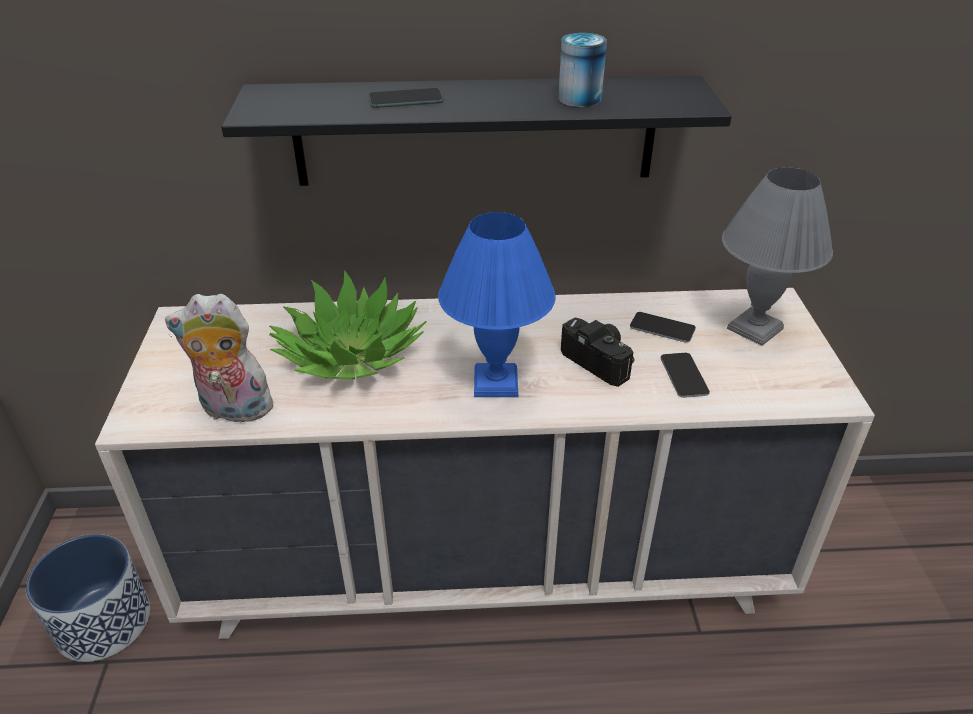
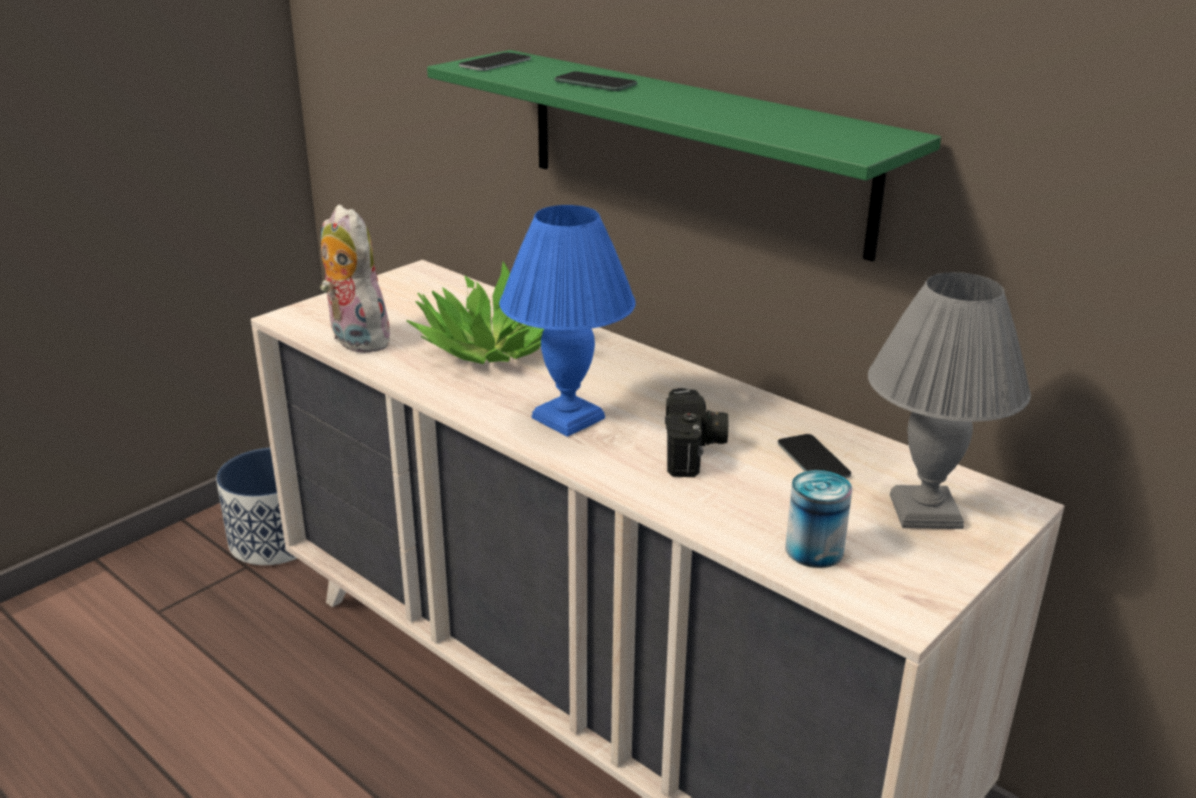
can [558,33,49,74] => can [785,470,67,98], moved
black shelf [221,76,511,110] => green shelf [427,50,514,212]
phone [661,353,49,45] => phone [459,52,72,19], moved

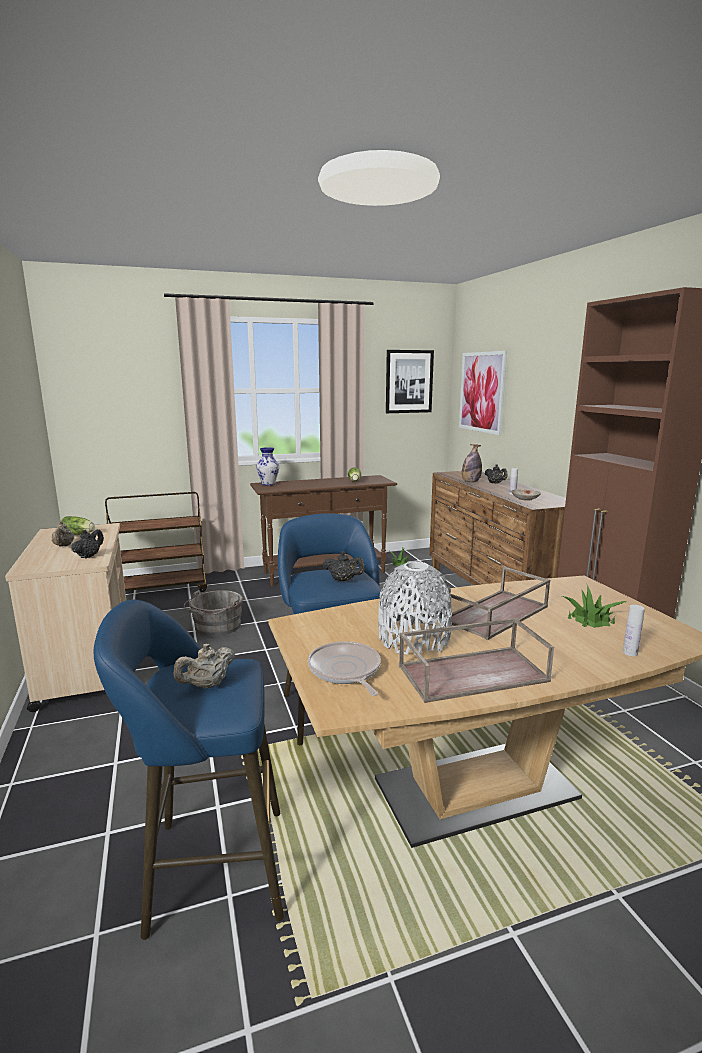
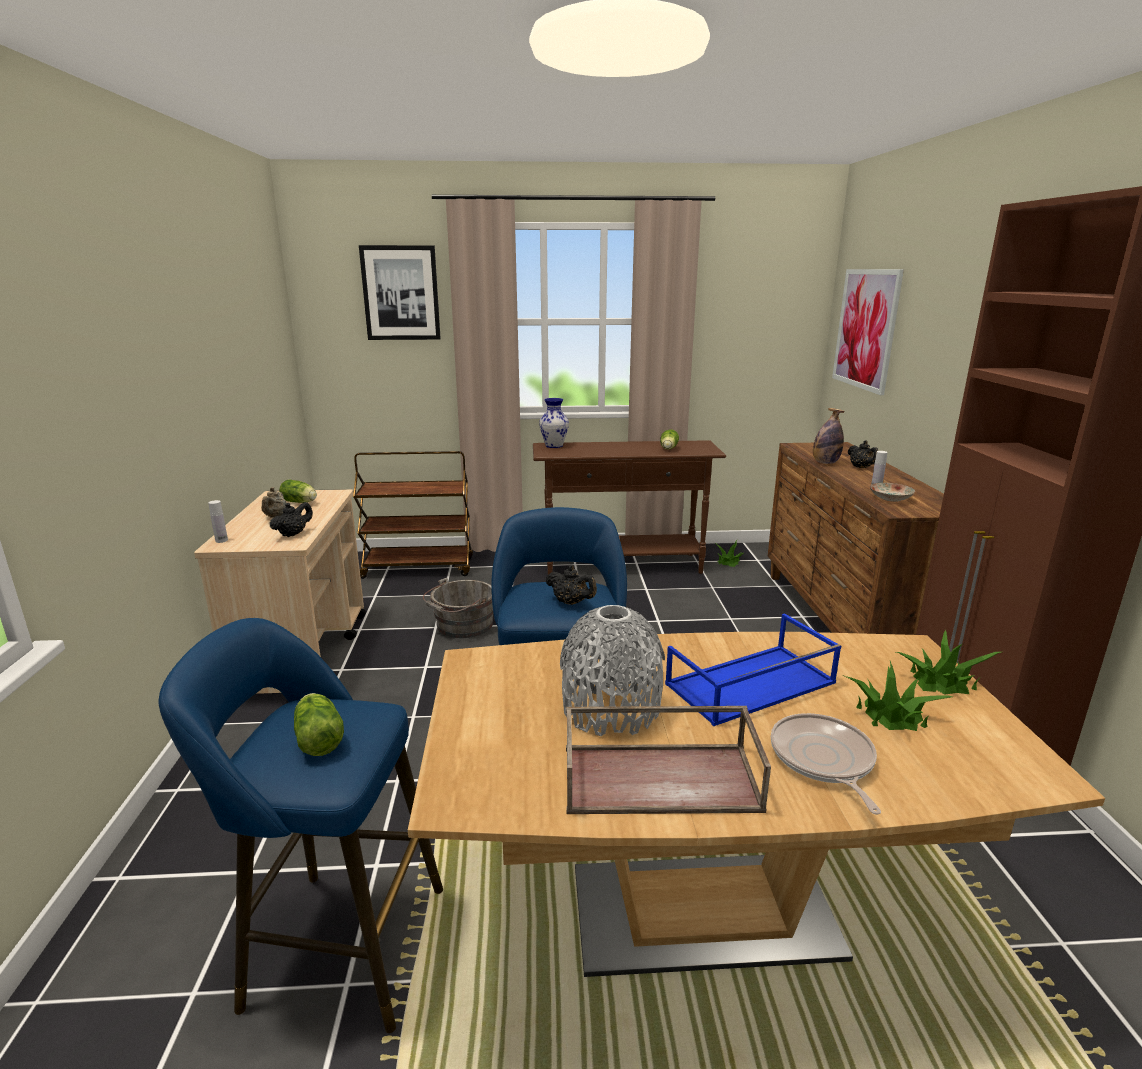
picture [386,350,48,63] => picture [359,245,82,95], moved
brown tray [450,566,100,74] => blue tray [665,613,176,113]
white bottle [623,605,22,51] => white bottle [208,500,20,43], moved
frying pan [308,641,73,55] => frying pan [771,713,110,102], moved
beige teapot [174,644,61,45] => lettuce [294,693,50,63]
nothing => potted plant [896,629,105,65]

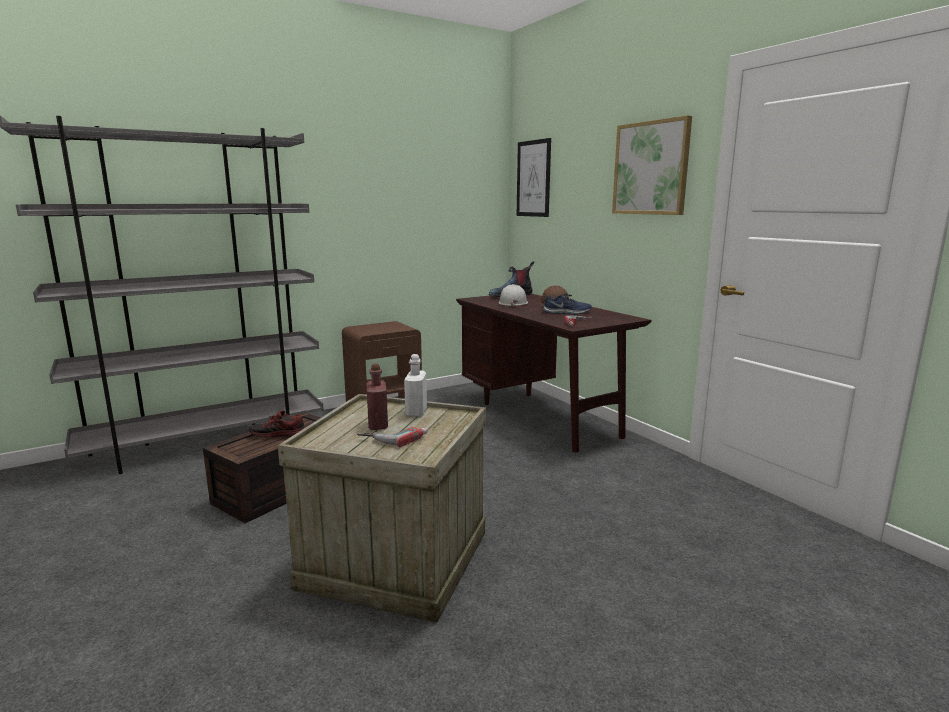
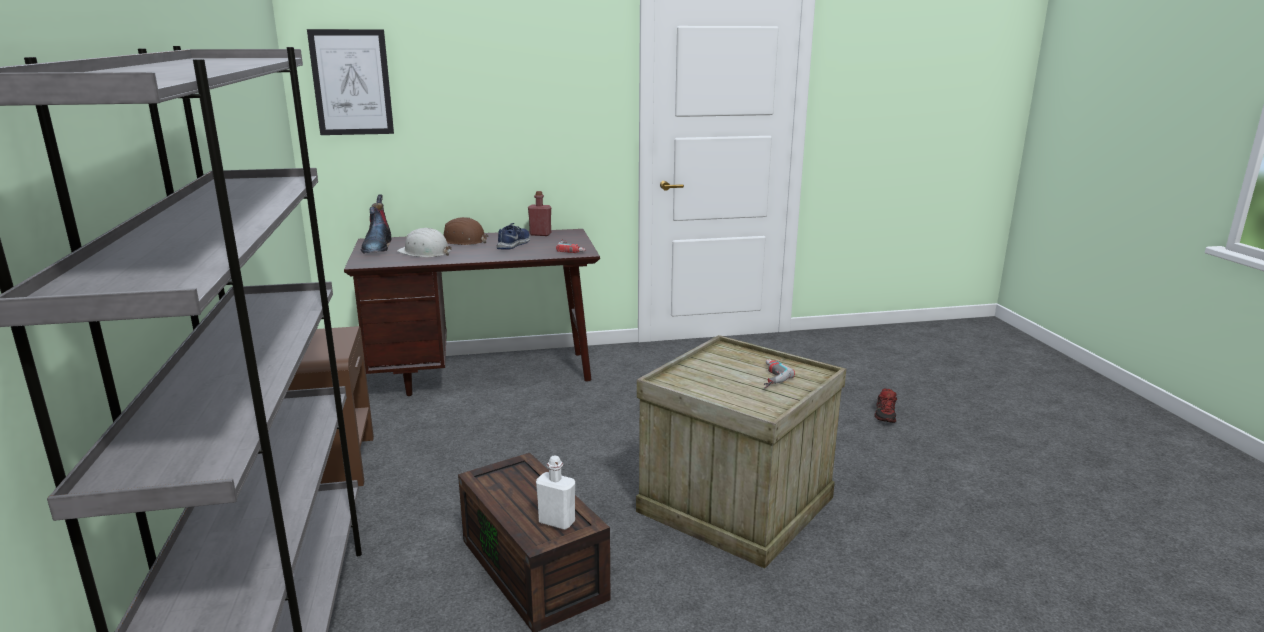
picture [612,115,80,100] => nothing
white bottle [404,354,23,63] => white bottle [536,456,39,74], moved
red bottle [367,363,21,67] => red bottle [528,191,23,45], moved
shoe [249,410,57,28] => shoe [874,388,23,35], moved

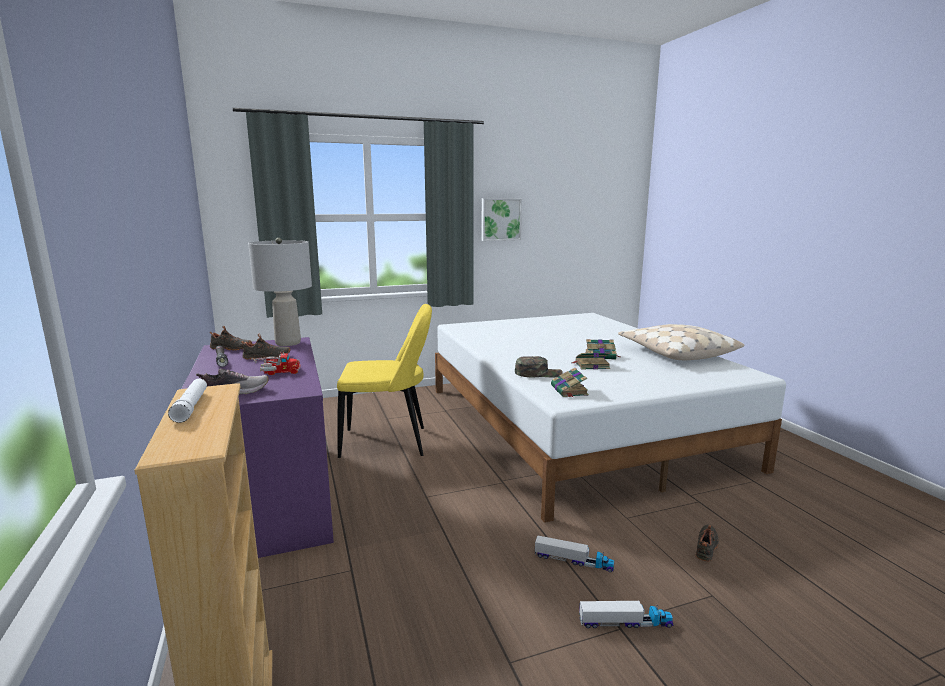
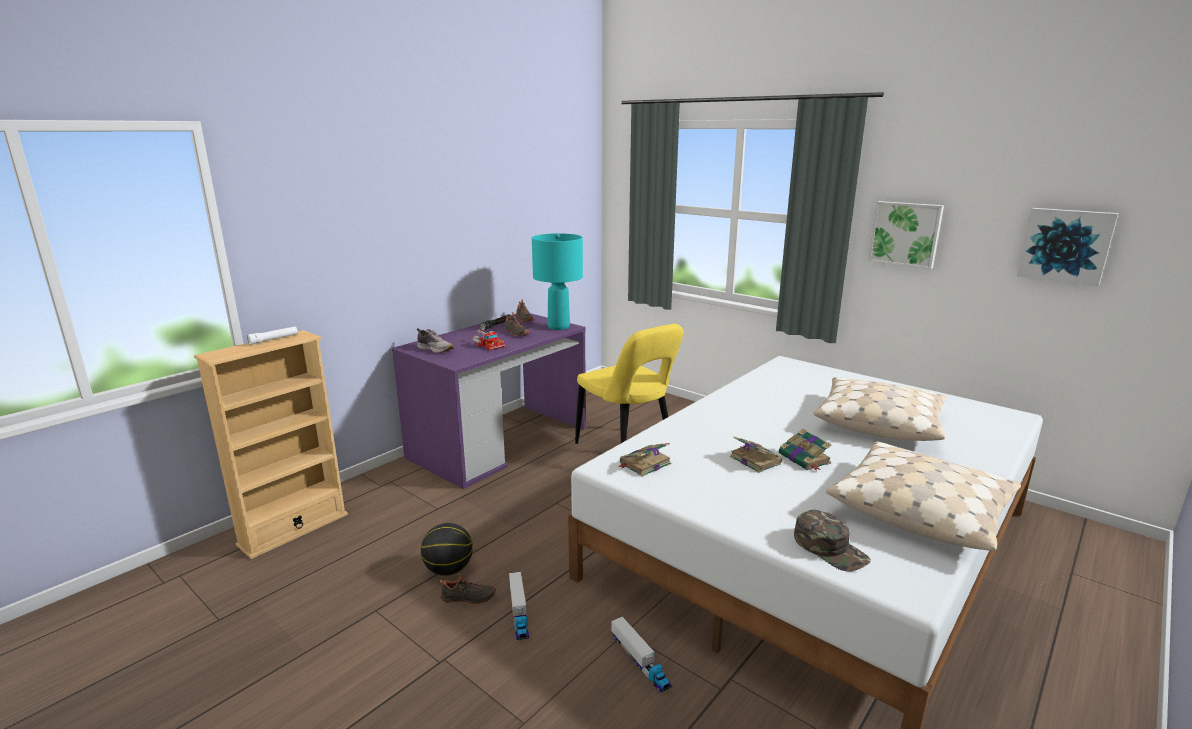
grey table lamp [248,238,64,108] => turquoise table lamp [532,233,51,97]
green cap [515,356,48,21] => green cap [794,510,77,61], moved
black shoe [696,525,23,36] => black shoe [440,573,56,32], moved
toy truck [579,601,94,27] => toy truck [611,617,61,76], moved
nothing => picture [1017,208,101,78]
nothing => beige pillow [813,377,133,64]
nothing => basketball [421,523,52,53]

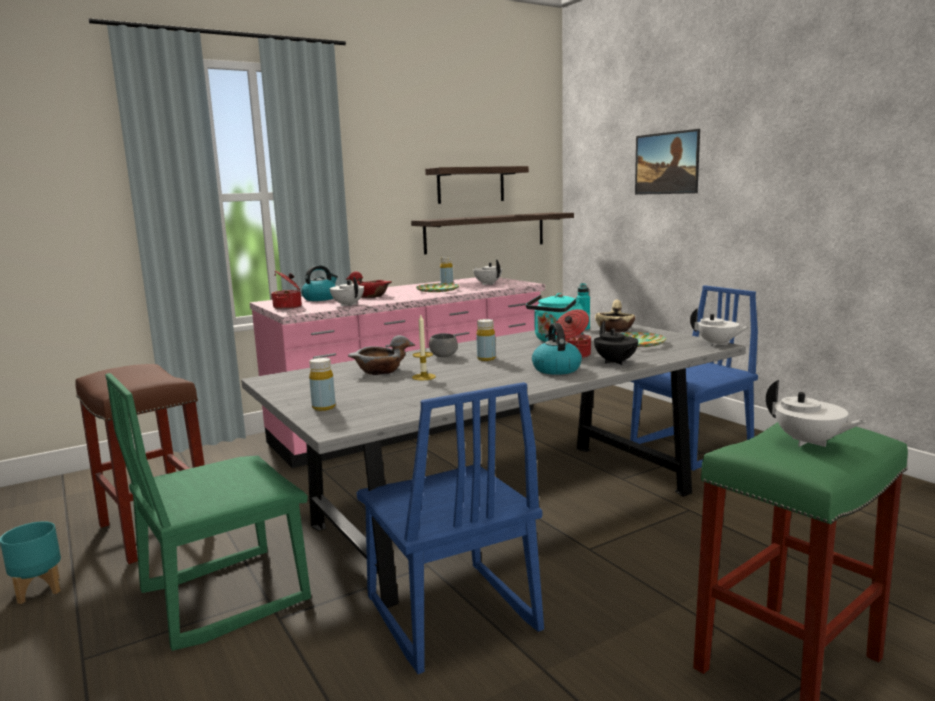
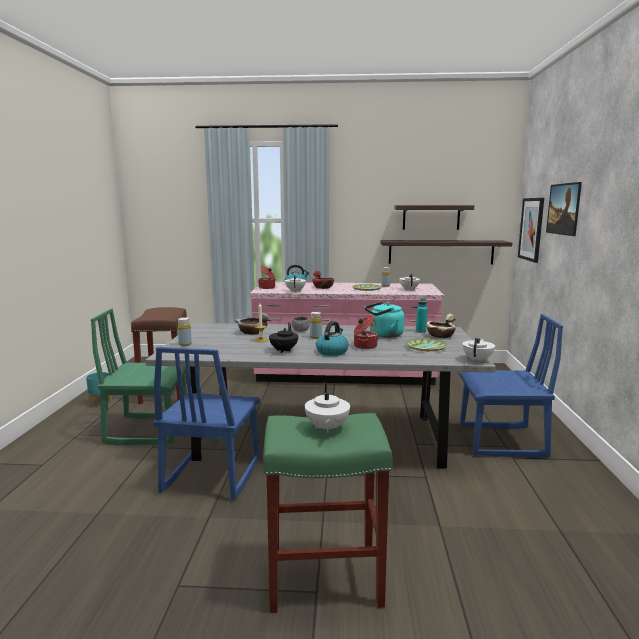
white teapot [690,308,61,38] => white teapot [462,338,33,24], 135 degrees counterclockwise
black teapot [594,321,44,44] => black teapot [269,322,29,31], moved
nothing => picture [518,198,26,65]

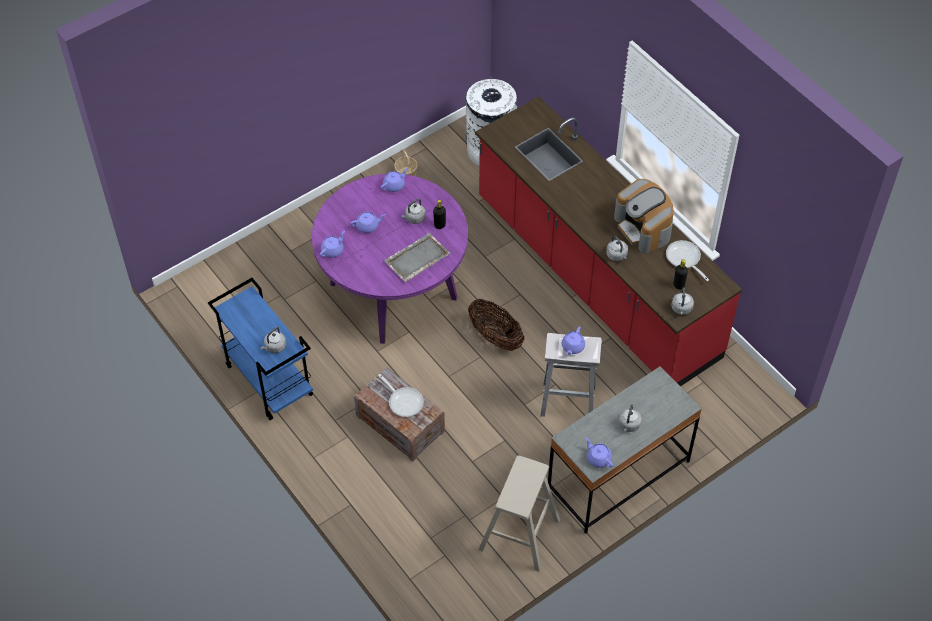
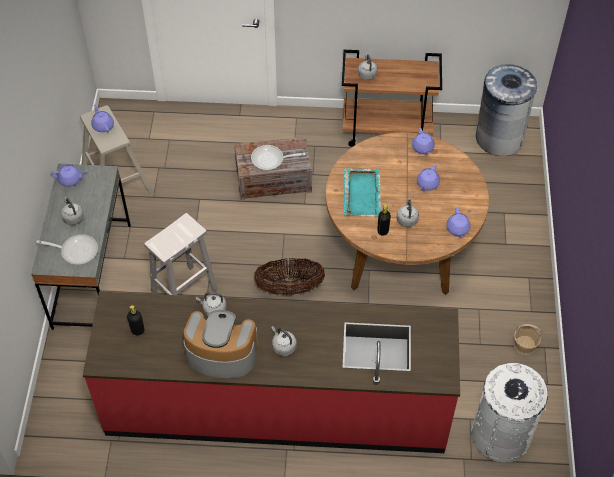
purple dining table [312,174,156,170] => brown dining table [326,132,163,163]
grey tray [384,233,67,49] => turquoise tray [344,168,37,49]
frying pan [666,240,43,41] => frying pan [36,234,62,31], moved
blue cart [208,278,105,142] => brown cart [342,50,100,97]
grey kettle [671,288,23,27] => grey kettle [271,326,25,30], moved
purple teapot [562,327,23,28] => purple teapot [91,104,23,28], moved
nothing => grey trash can [476,64,61,92]

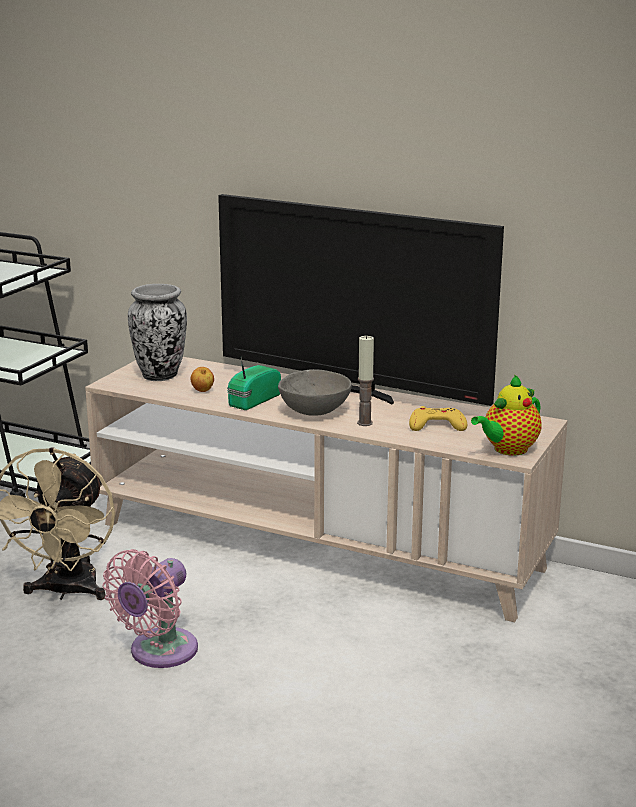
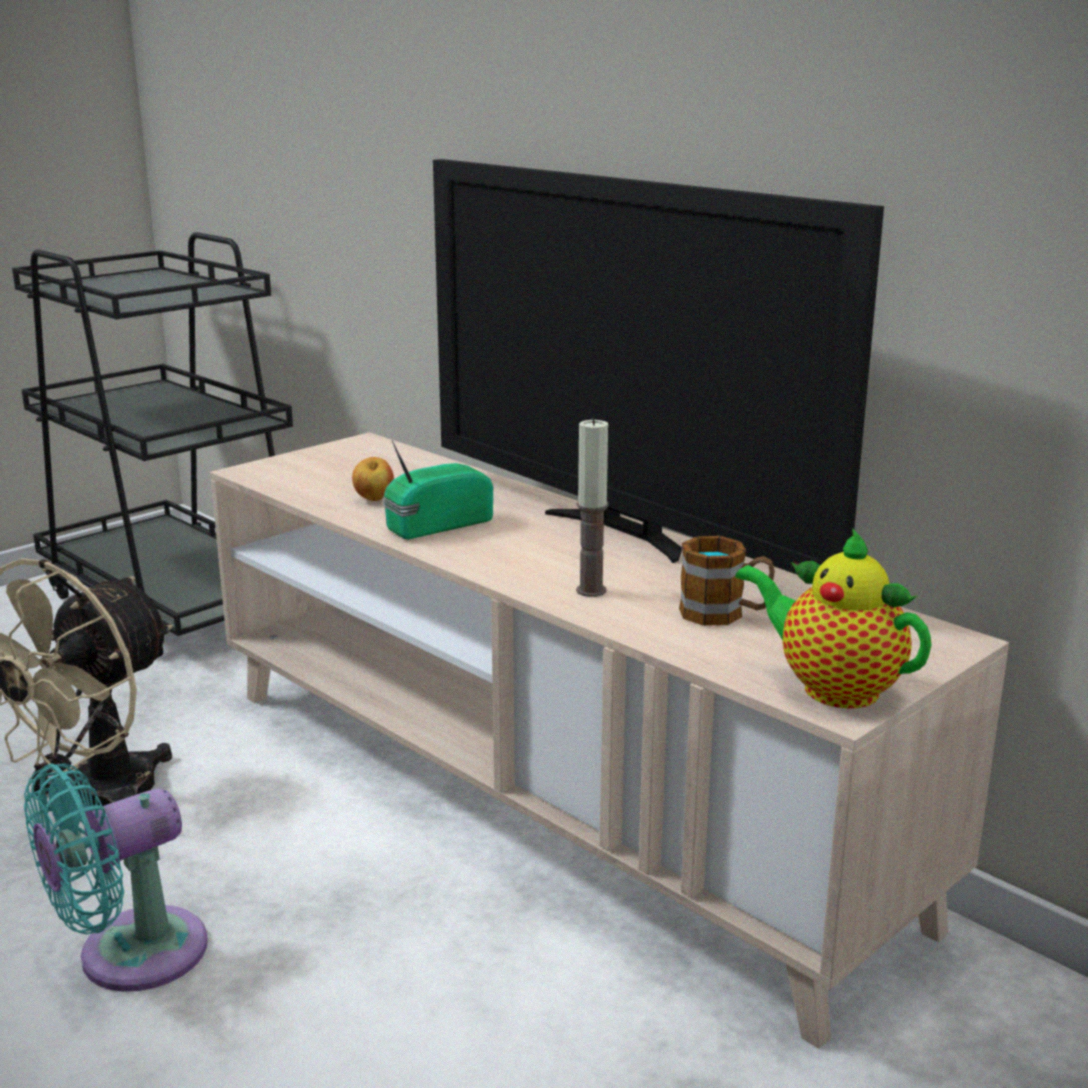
vase [128,284,59,97] => nothing
grey bowl [278,369,74,47] => nothing
teapot [471,374,71,82] => teapot [735,528,196,180], 60 degrees clockwise
yellow game controller [409,406,58,25] => mug [679,536,96,90]
pink fan [102,549,96,119] => turquoise fan [24,764,184,228]

